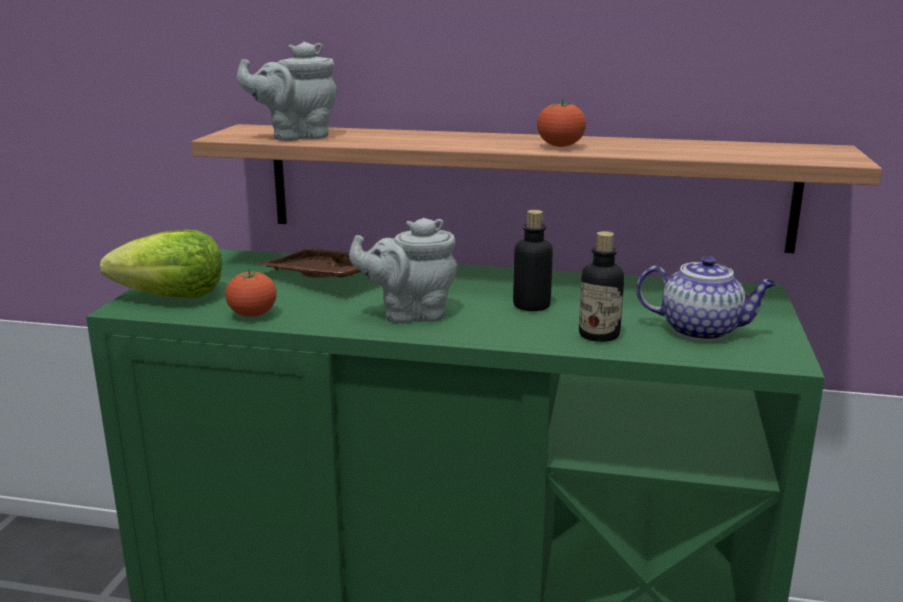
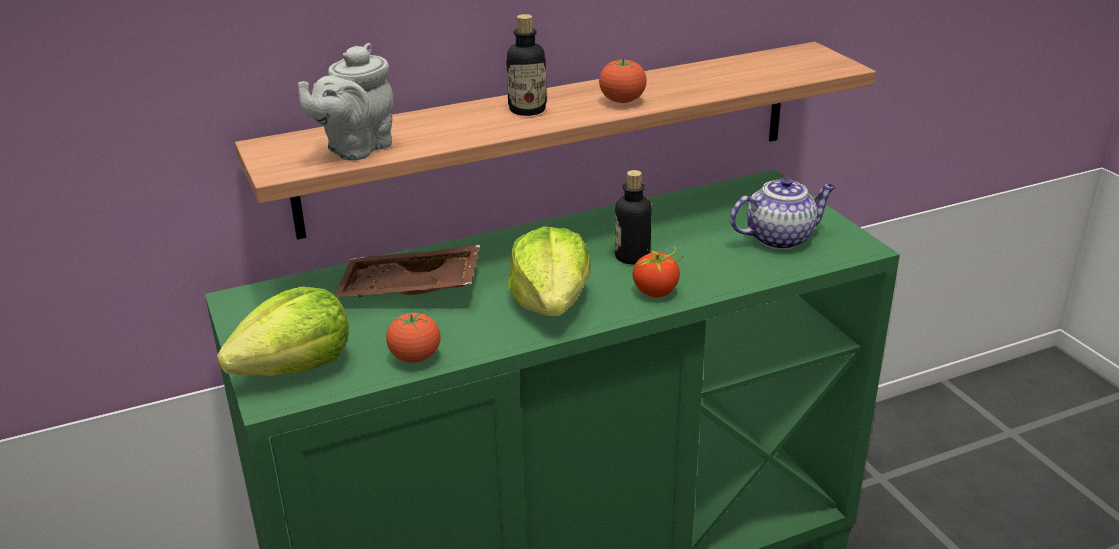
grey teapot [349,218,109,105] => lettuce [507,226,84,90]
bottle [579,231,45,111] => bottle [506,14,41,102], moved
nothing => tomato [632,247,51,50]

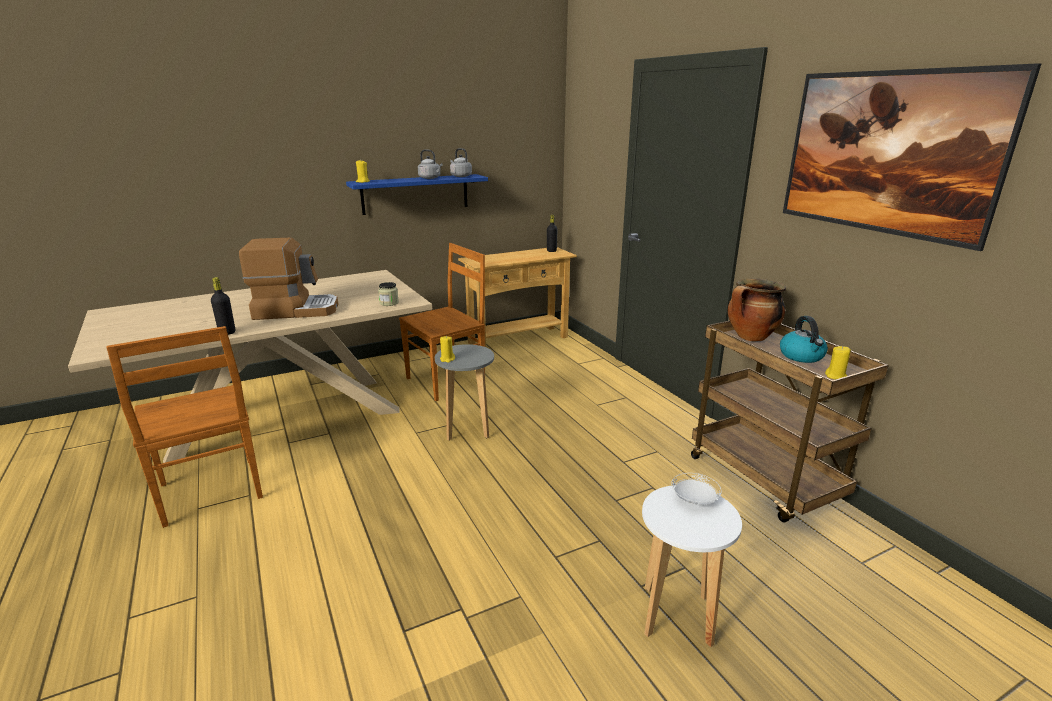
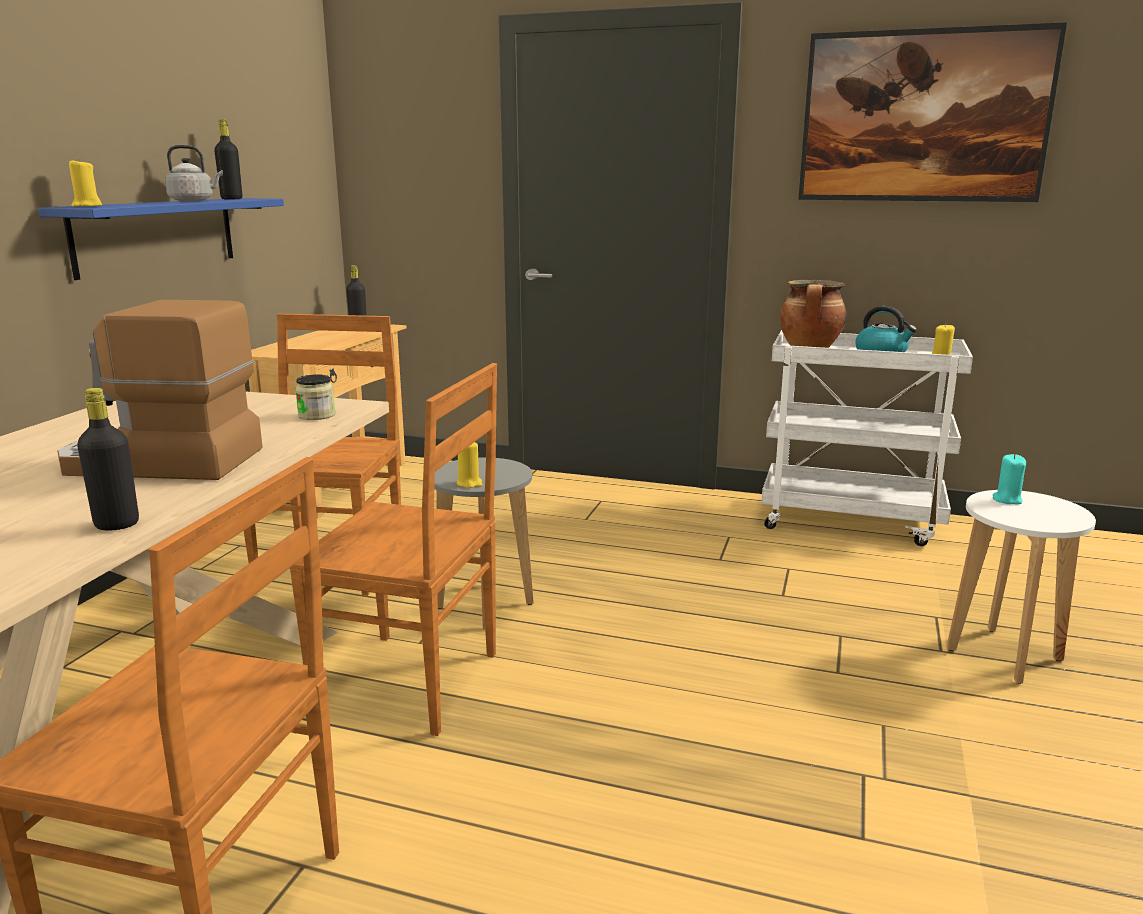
grey kettle [450,148,22,29] => black bottle [214,119,28,80]
coffee machine [239,238,99,82] => coffee machine [57,300,206,180], 120 degrees counterclockwise
brown cart [691,320,198,202] => white cart [761,330,212,216]
white plate [671,473,51,32] => turquoise candle [993,454,33,50]
nothing => brown chair [289,363,208,373]

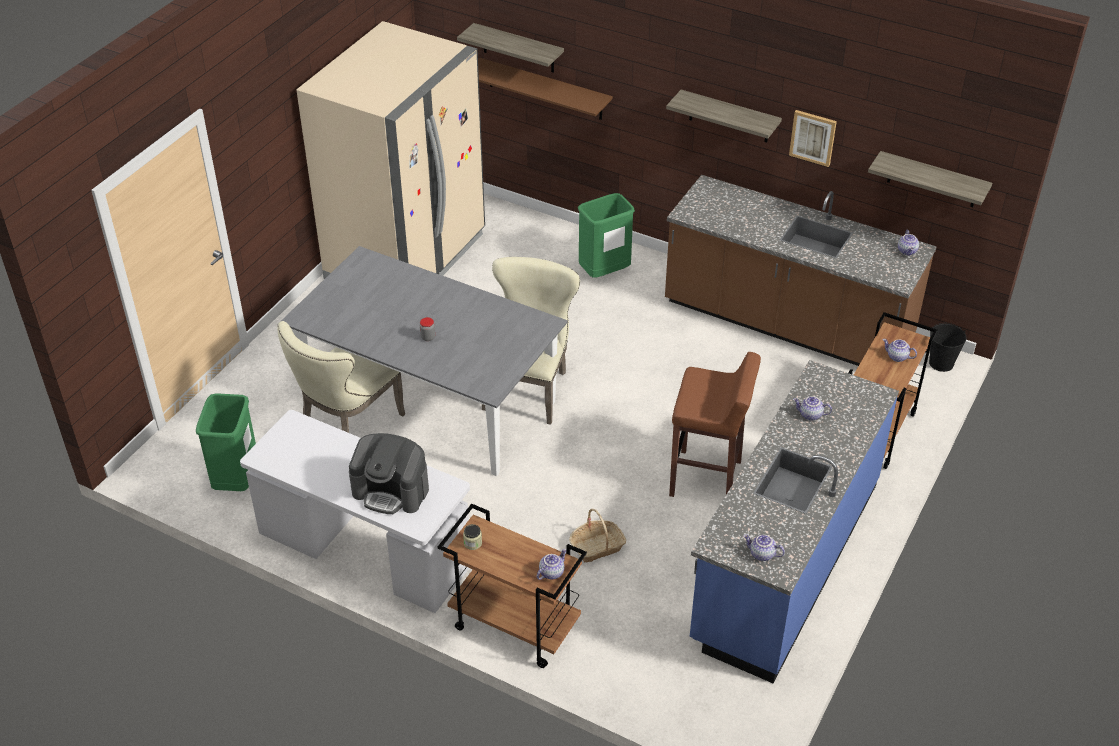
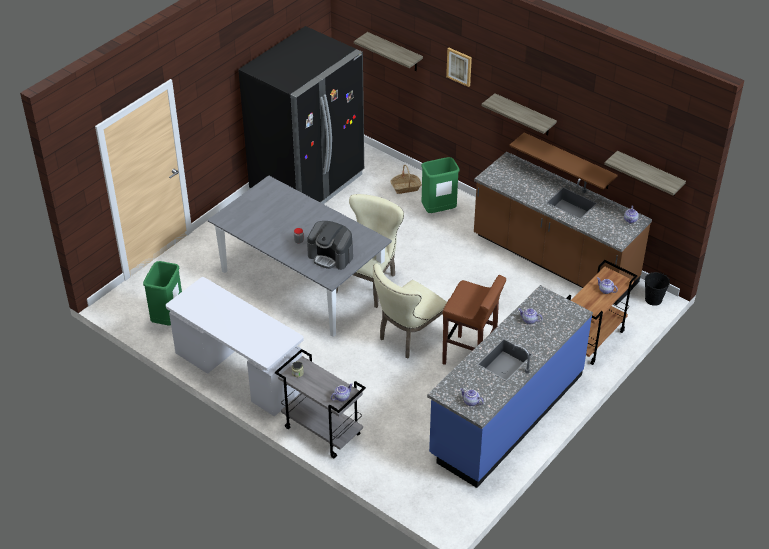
beige fridge [296,21,189,258] => black fridge [238,26,126,178]
brown shelf [478,58,135,62] => brown shelf [509,133,109,56], moved
picture [789,110,48,57] => picture [446,48,26,39], moved
beige chair [277,321,128,112] => beige chair [373,263,74,96], moved
coffee machine [349,433,80,81] => coffee machine [307,221,46,49], moved
brown cart [438,504,149,164] => grey cart [275,349,91,109]
basket [569,509,57,53] => basket [390,165,32,29], moved

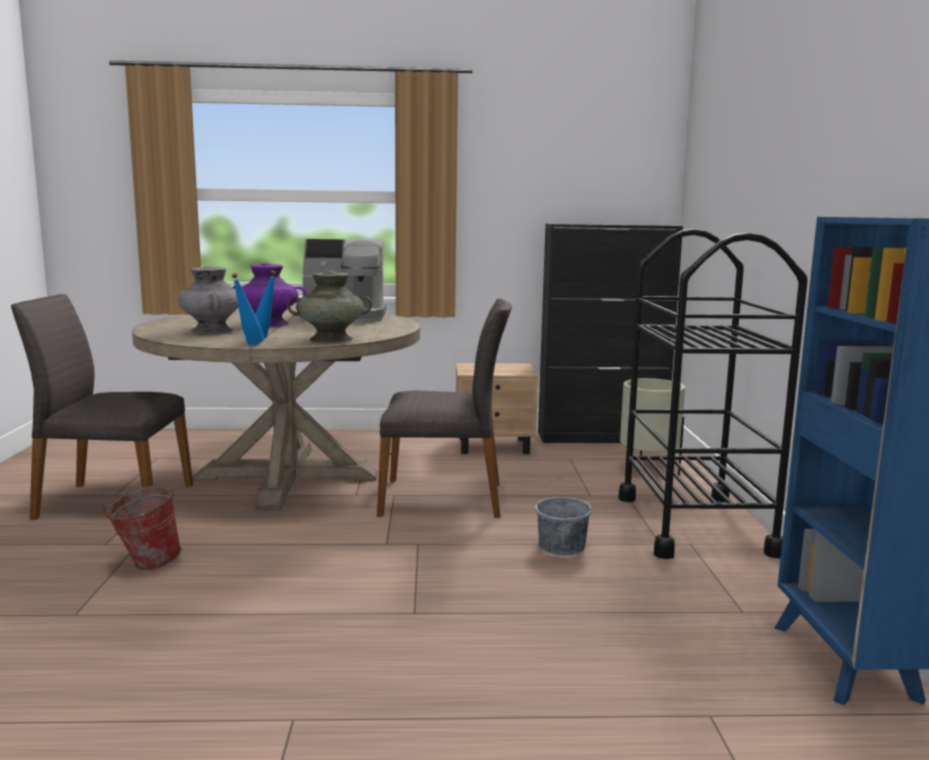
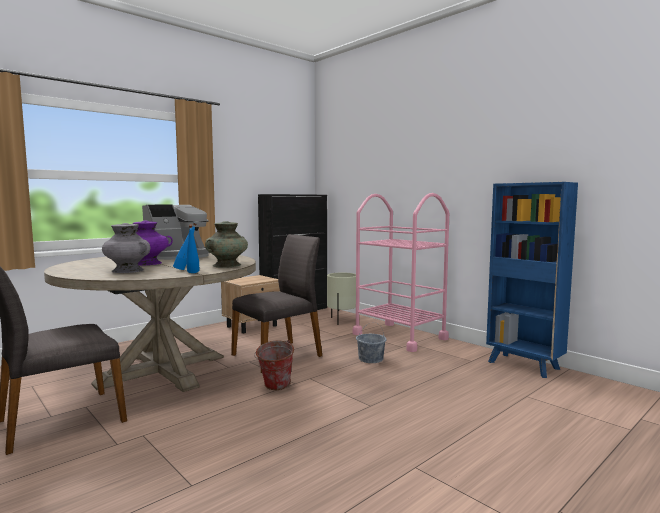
black cart [618,229,190,330] => pink cart [353,193,96,159]
bucket [102,485,79,85] => bucket [254,340,40,50], moved

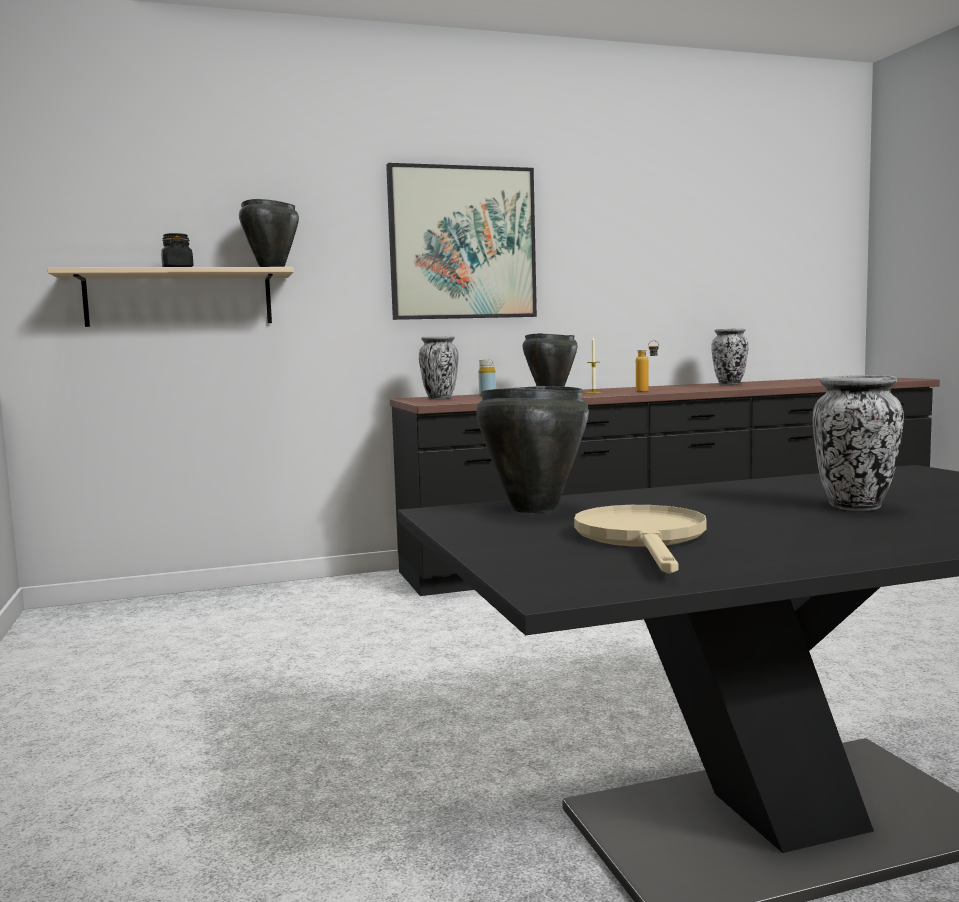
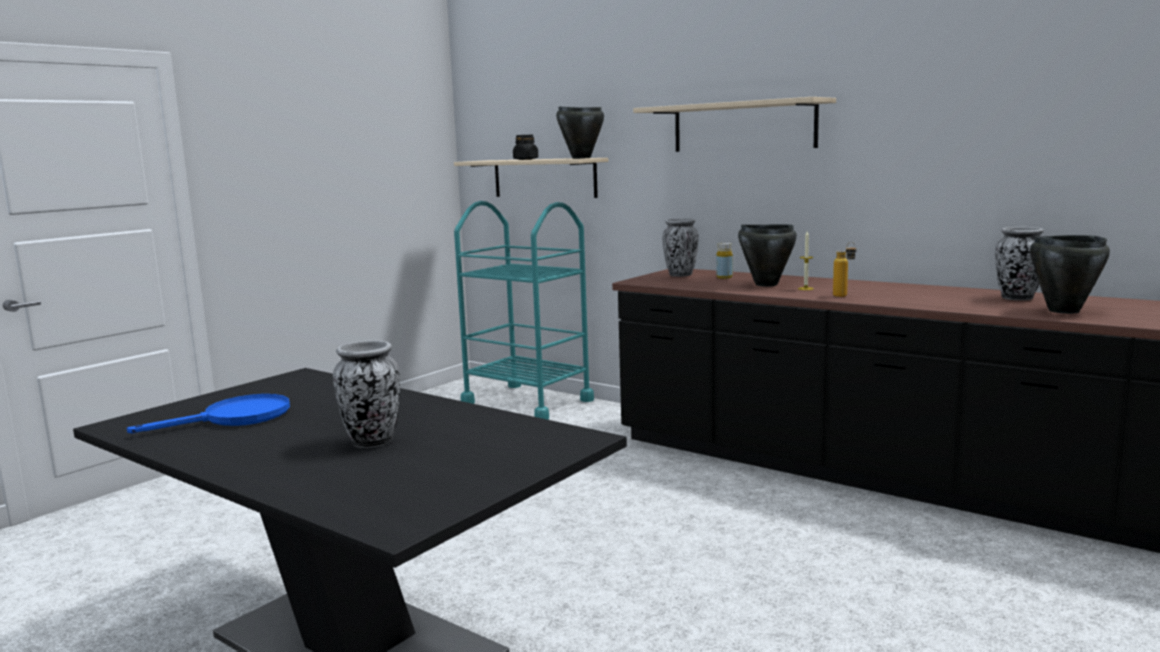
picture [386,163,151,157] => beige shelf [633,97,203,55]
black cooking pot [476,386,113,127] => black cooking pot [1030,235,80,79], moved
beige frying pan [574,505,132,69] => blue frying pan [127,394,163,39]
nothing => turquoise cart [454,201,140,219]

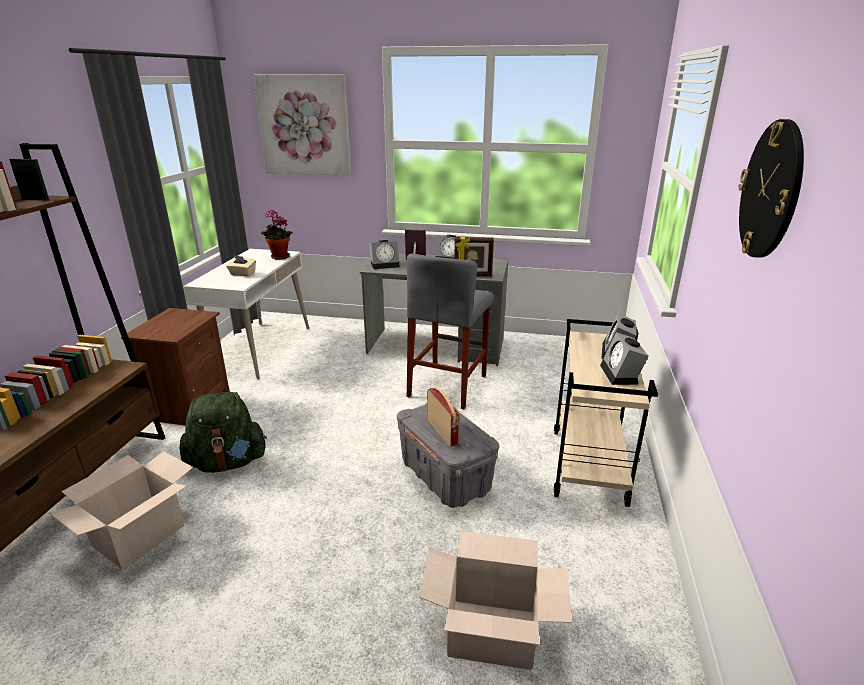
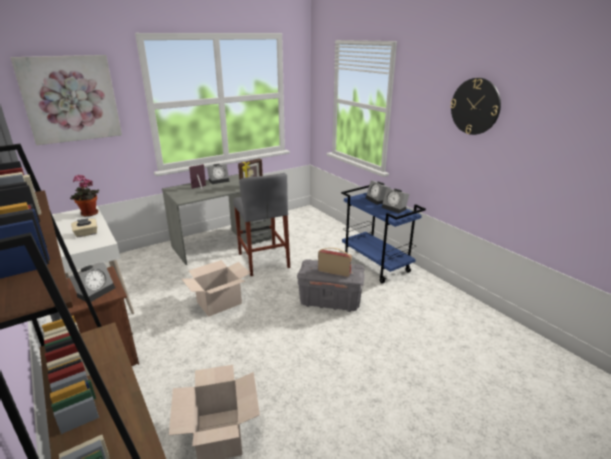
alarm clock [370,240,29,29] => alarm clock [69,263,46,39], moved
beige cart [554,319,104,188] => blue cart [341,185,85,98]
green backpack [179,392,88,81] => nothing
cardboard box [419,531,153,139] => cardboard box [182,260,69,56], moved

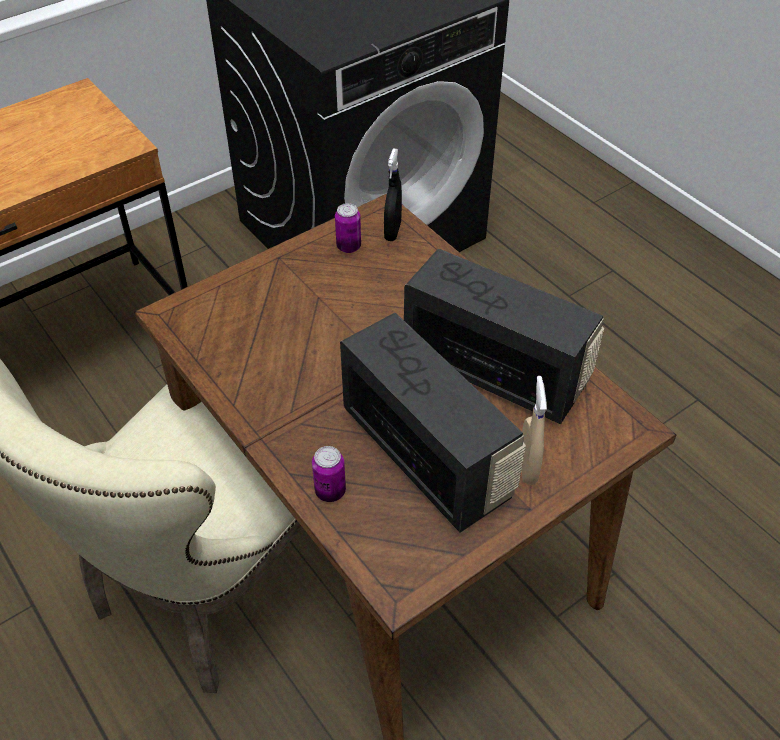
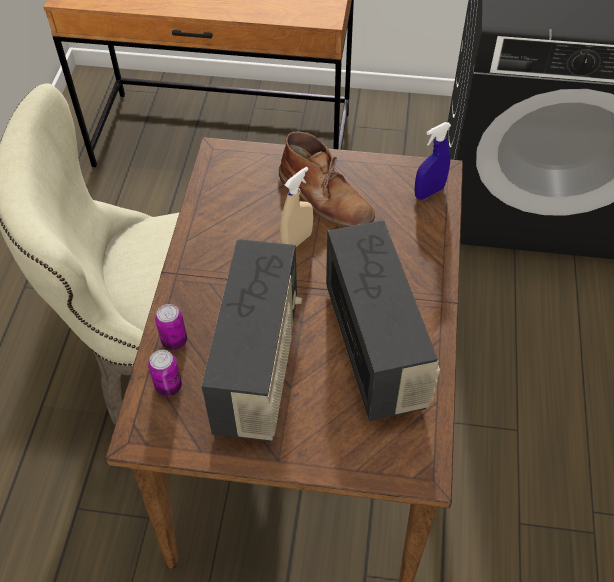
black spray bottle [384,149,18,92] => blue spray bottle [415,122,36,78]
can [335,203,26,50] => can [148,350,34,46], moved
beige spray bottle [522,376,25,109] => beige spray bottle [280,167,33,80], moved
nothing => brown boot [279,131,96,96]

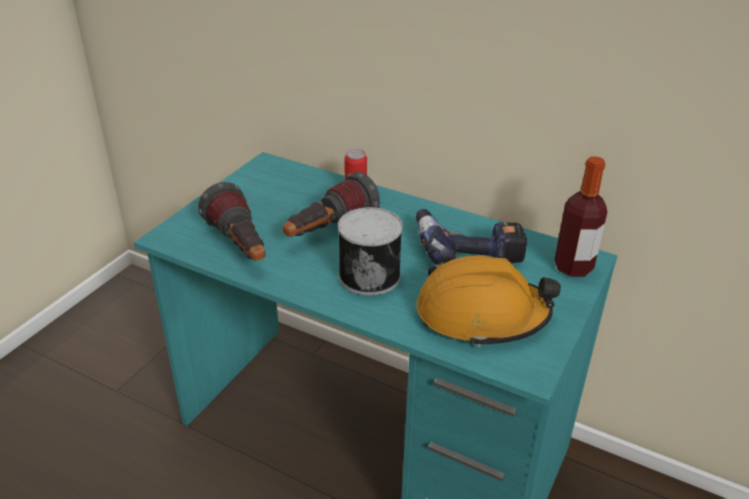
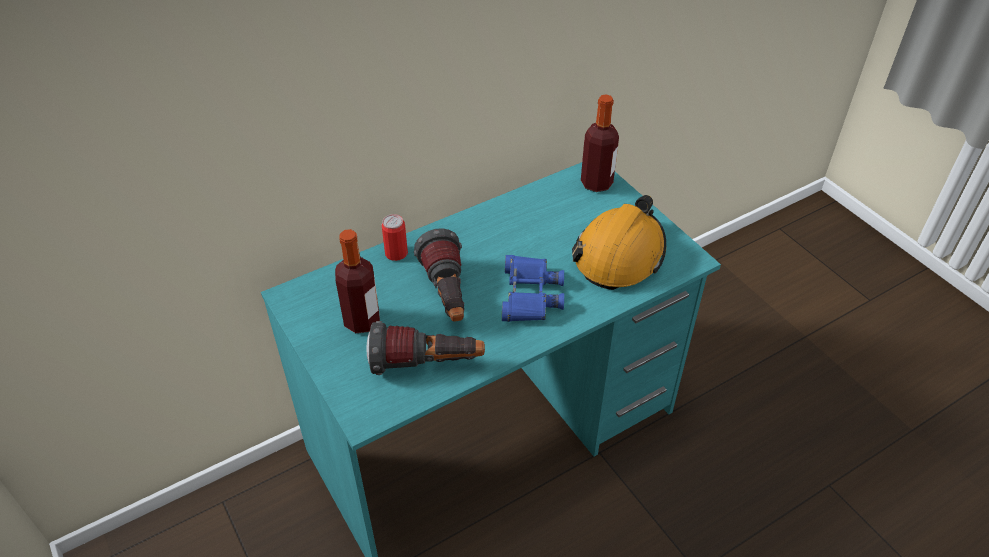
can [338,207,65,89] => blue binoculars [502,255,62,67]
power drill [416,209,111,56] => nothing
nothing => bottle [335,229,45,104]

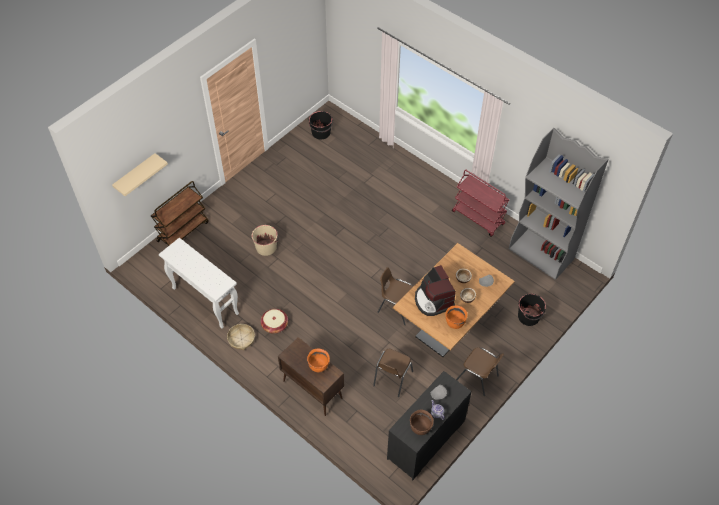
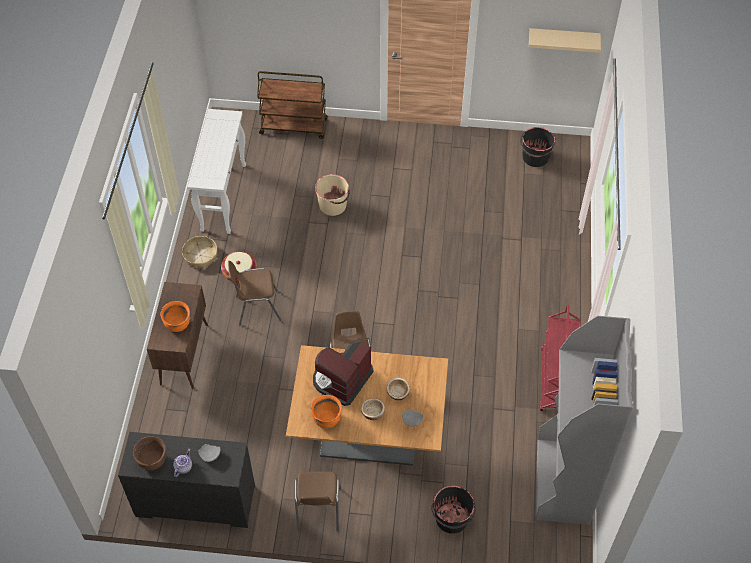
beige shelf [112,153,56,43] => beige shelf [529,28,72,25], moved
brown chair [373,349,40,48] => brown chair [228,261,54,64], moved

